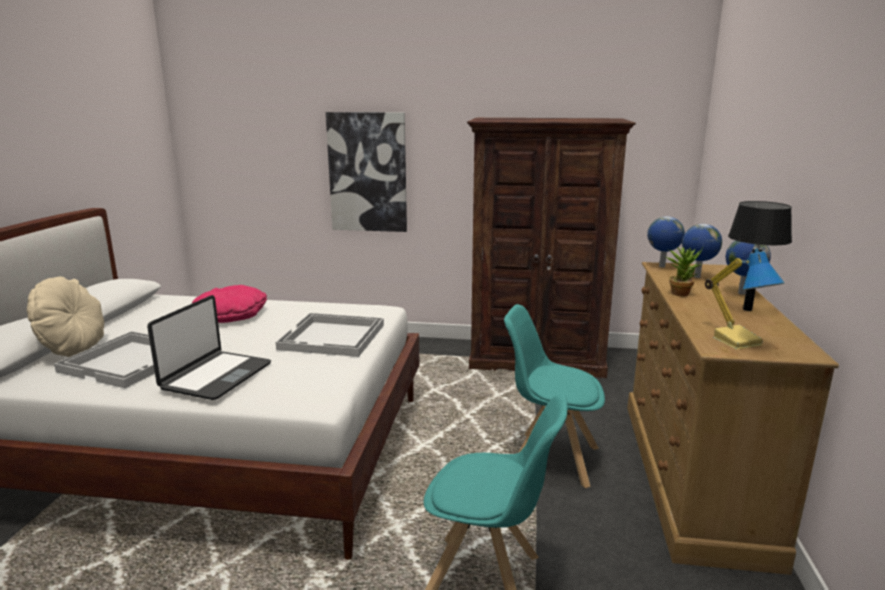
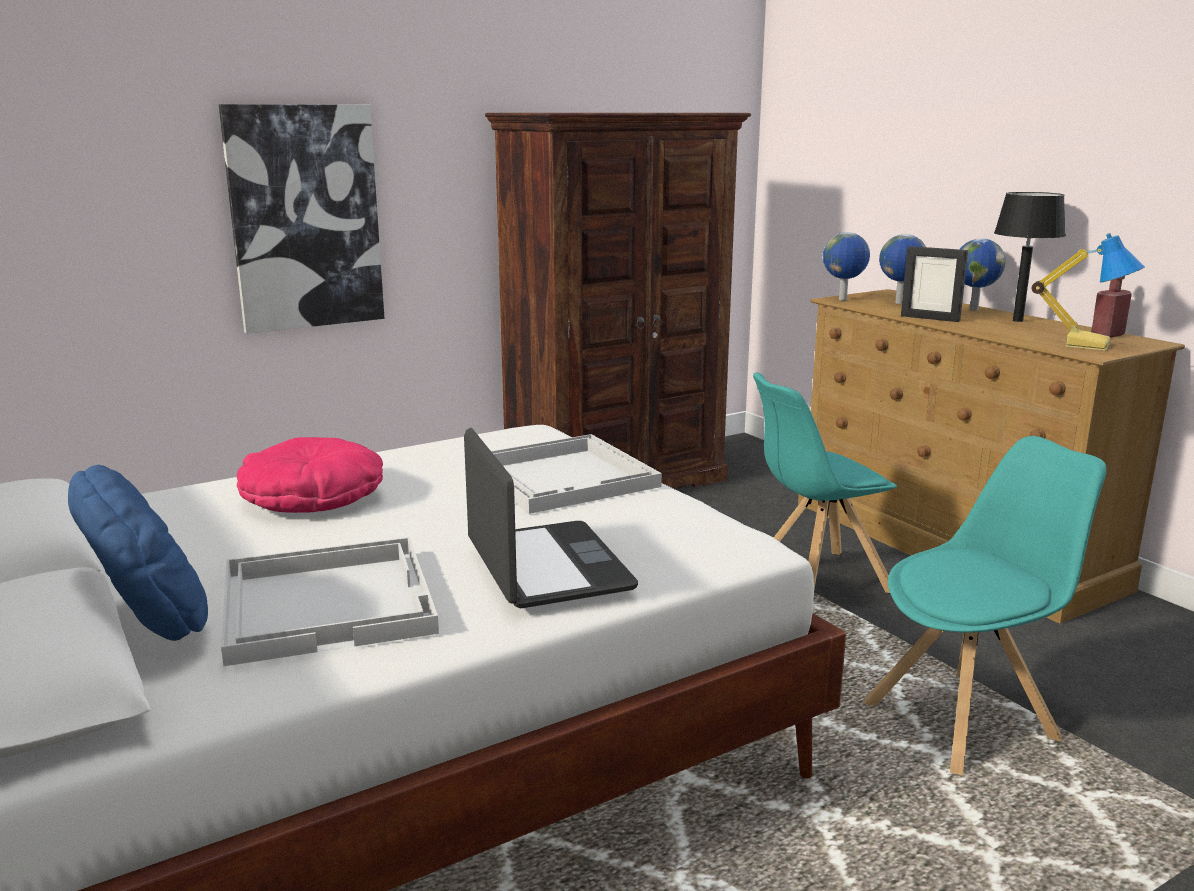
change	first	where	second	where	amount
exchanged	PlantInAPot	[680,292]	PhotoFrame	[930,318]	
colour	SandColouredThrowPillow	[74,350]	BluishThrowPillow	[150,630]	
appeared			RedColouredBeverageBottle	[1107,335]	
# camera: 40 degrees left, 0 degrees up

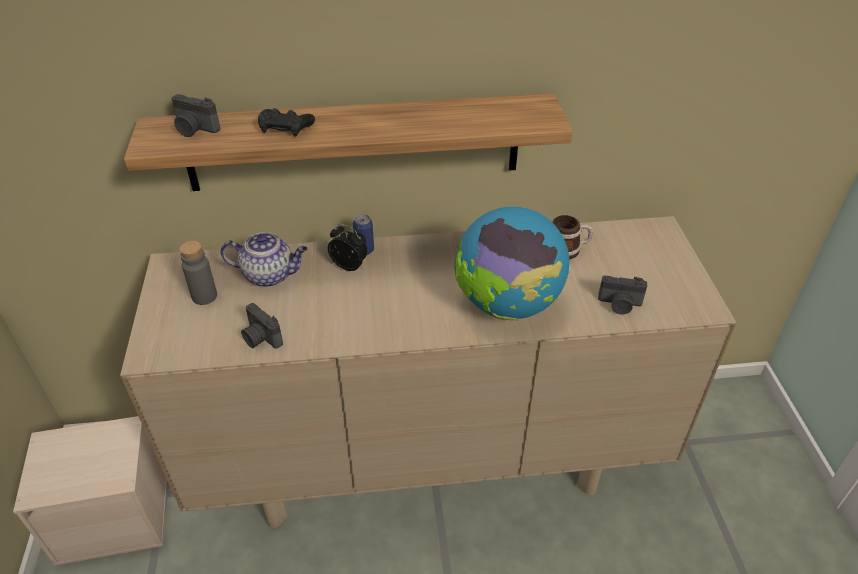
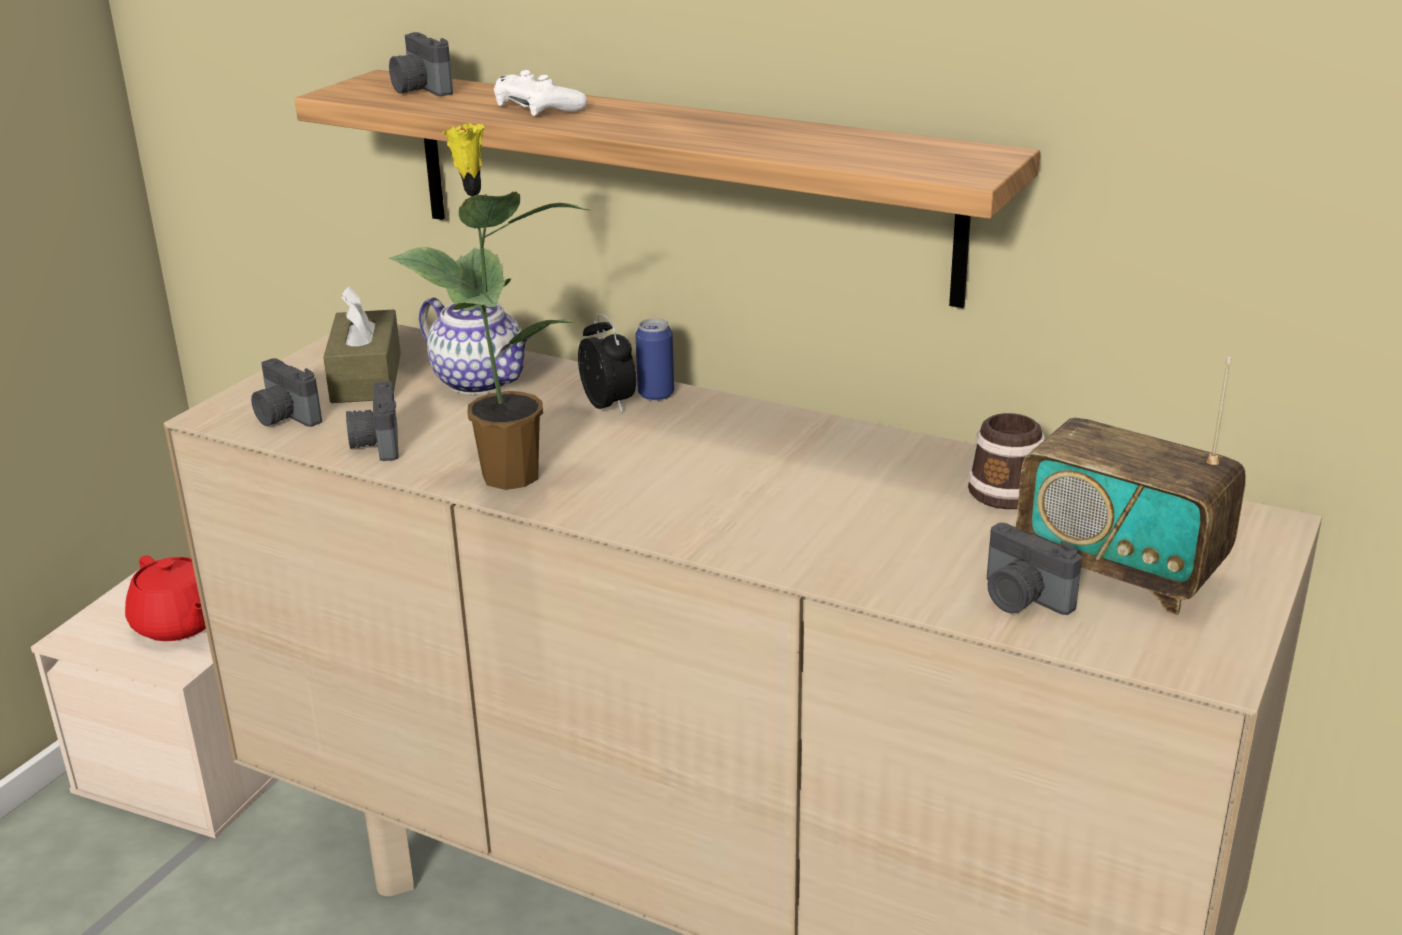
change	first	where	second	where	amount
colour	BlackColouredGamepad	[285,127]	WhiteColouredGamepad	[538,107]	
missing	DeskGlobe	[507,304]			
exchanged	GreyishBeverageBottle	[204,296]	BrownColouredTissueHolder	[366,377]	
appeared			PlantInAPot	[507,474]	
appeared			RadioSet	[1119,571]	
appeared			PhotoCamera	[284,417]	
appeared			RedColouredPotForTea	[179,625]	
# camera: 35 degrees right, 15 degrees down

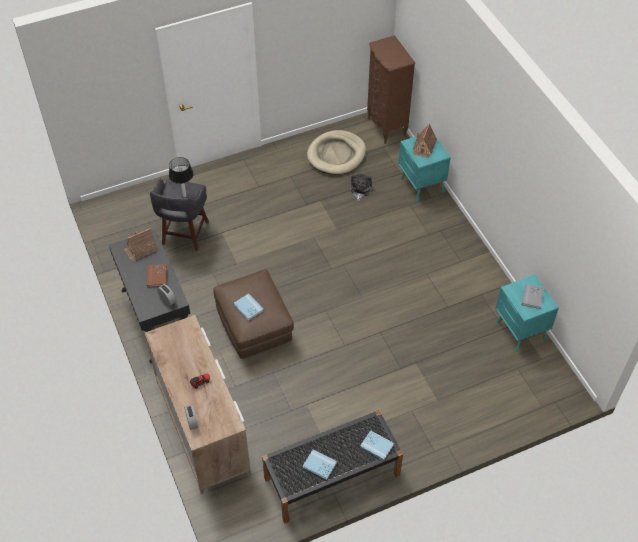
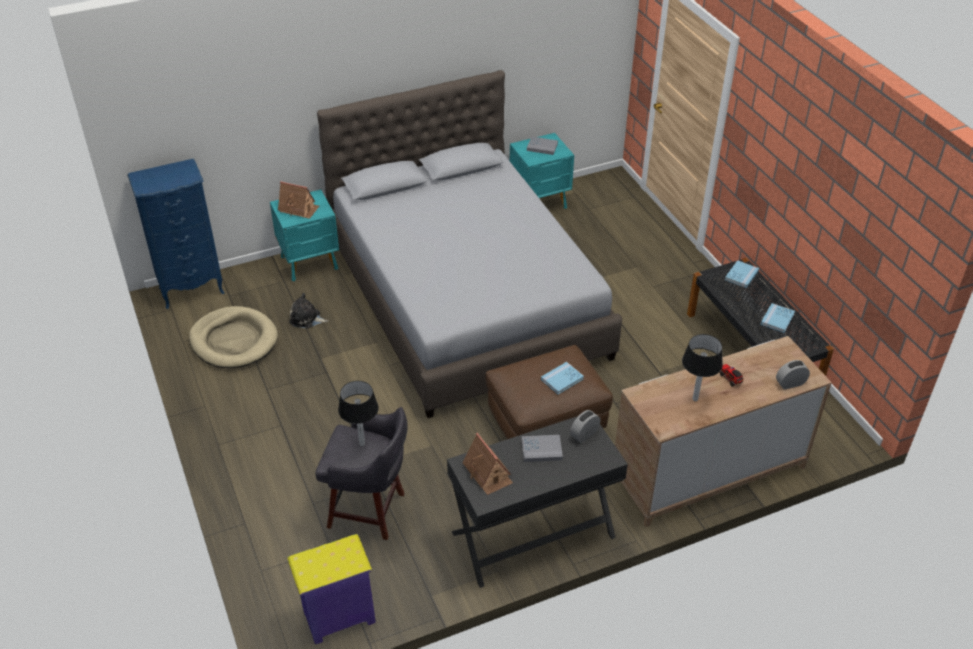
change	first	where	second	where	amount
colour	BrownColouredDresser	[385,128]	BluishDresser	[192,291]	
colour	BrownColouredBoundBook	[157,276]	GreyishBoundBook	[541,449]	
appeared			GreyishSleepingBed	[466,298]	
appeared			TabletopLamp	[695,398]	
appeared			NightTable	[336,616]	
# camera: 90 degrees left, 10 degrees down

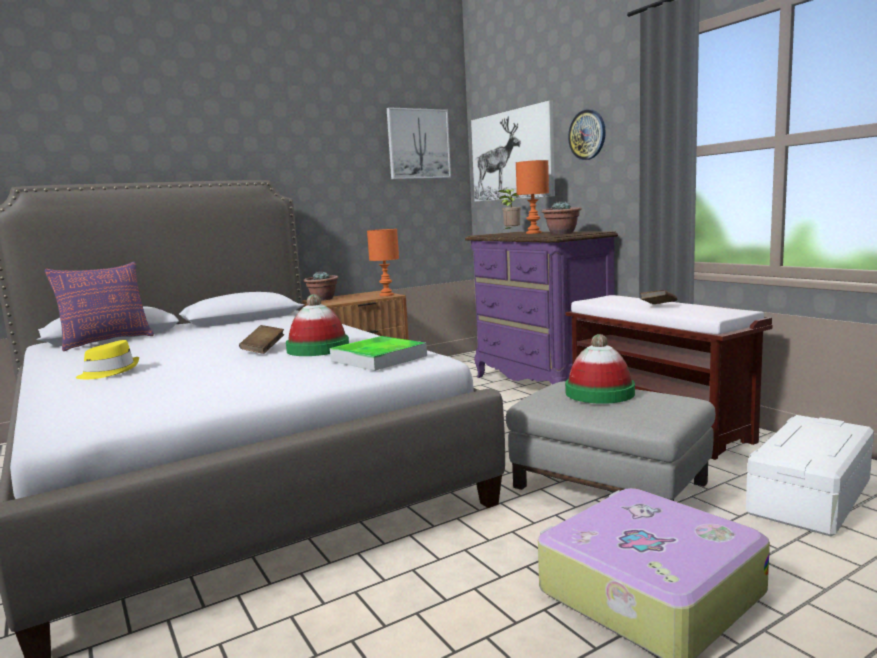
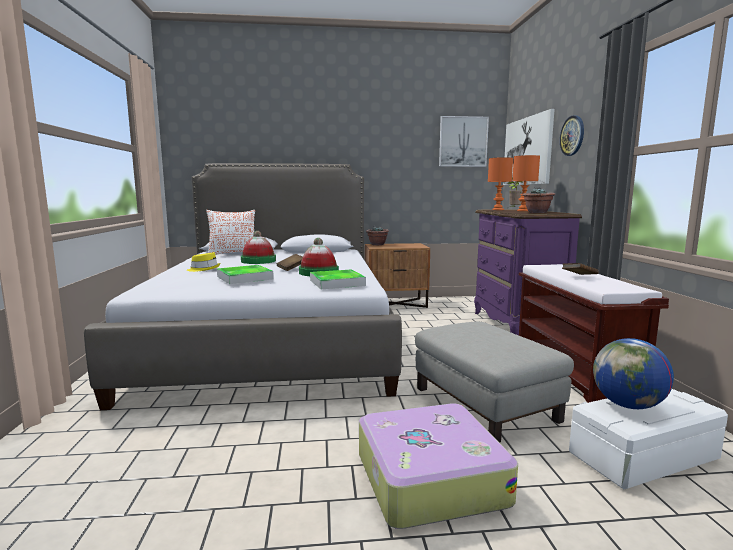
change	first	where	second	where	amount
relocated	OrangeTabletopLamp	[386,295]		[498,209]	
colour	PurpleColouredThrowPillow	[107,342]	WhiteColouredThrowPillow	[233,254]	
relocated	WearableHat	[599,393]		[258,261]	
appeared			ServingTray	[245,278]	
appeared			DeskGlobe	[628,405]	
# camera: 25 degrees right, 0 degrees up

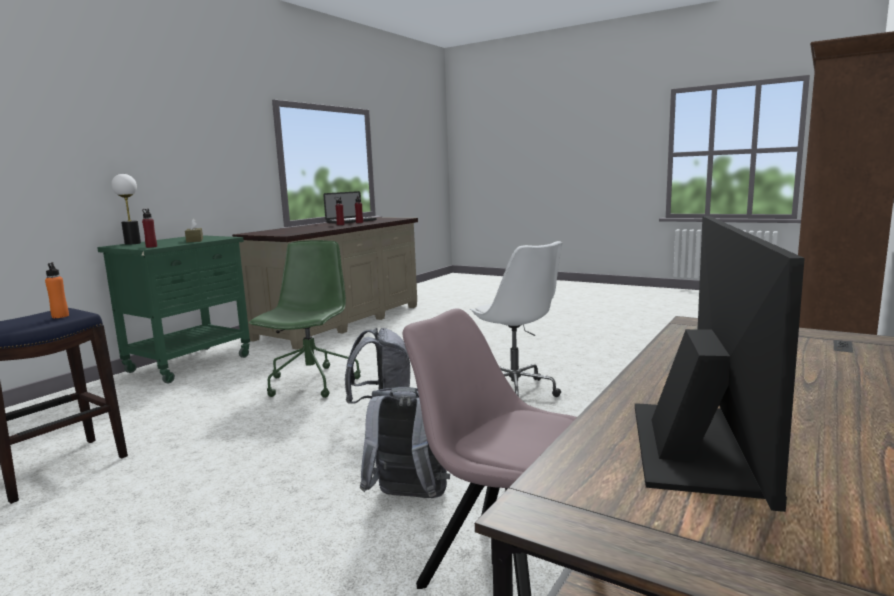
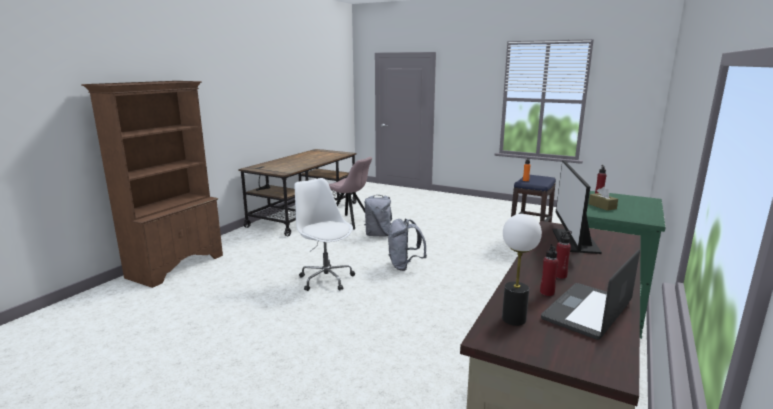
change	first	where	second	where	amount
relocated	TabletopLamp	[133,243]		[513,319]	
relocated	ComputerDisplay	[698,446]		[573,241]	
missing	GreenColouredOfficeChair	[310,385]			
# camera: 175 degrees right, 5 degrees up

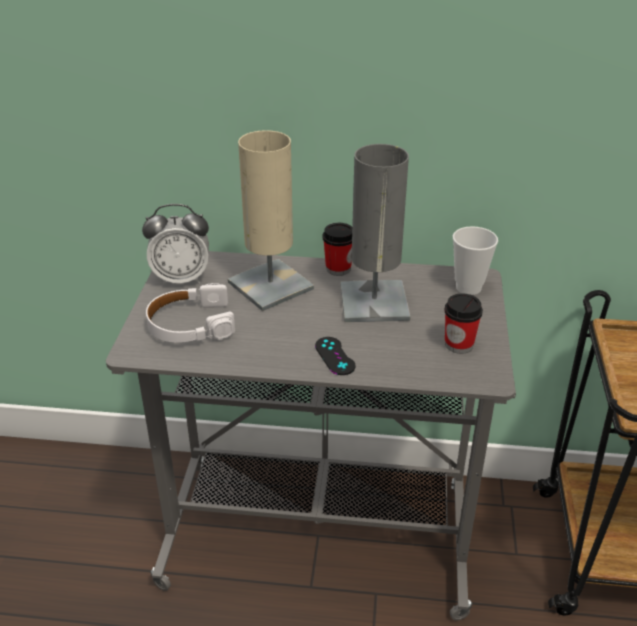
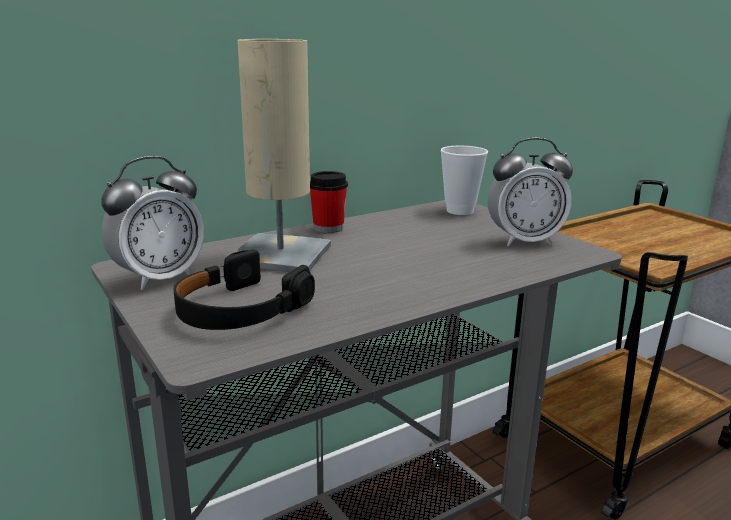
change	first	where	second	where	amount
missing	GreyishTabletopLamp	[374,302]			
colour	WhiteColouredHeadset	[190,325]	BlackColouredHeadset	[239,309]	
exchanged	SmallCup	[458,344]	AlarmClock	[524,241]	
missing	BlackColouredGamepad	[335,356]			
# camera: 40 degrees left, 15 degrees down

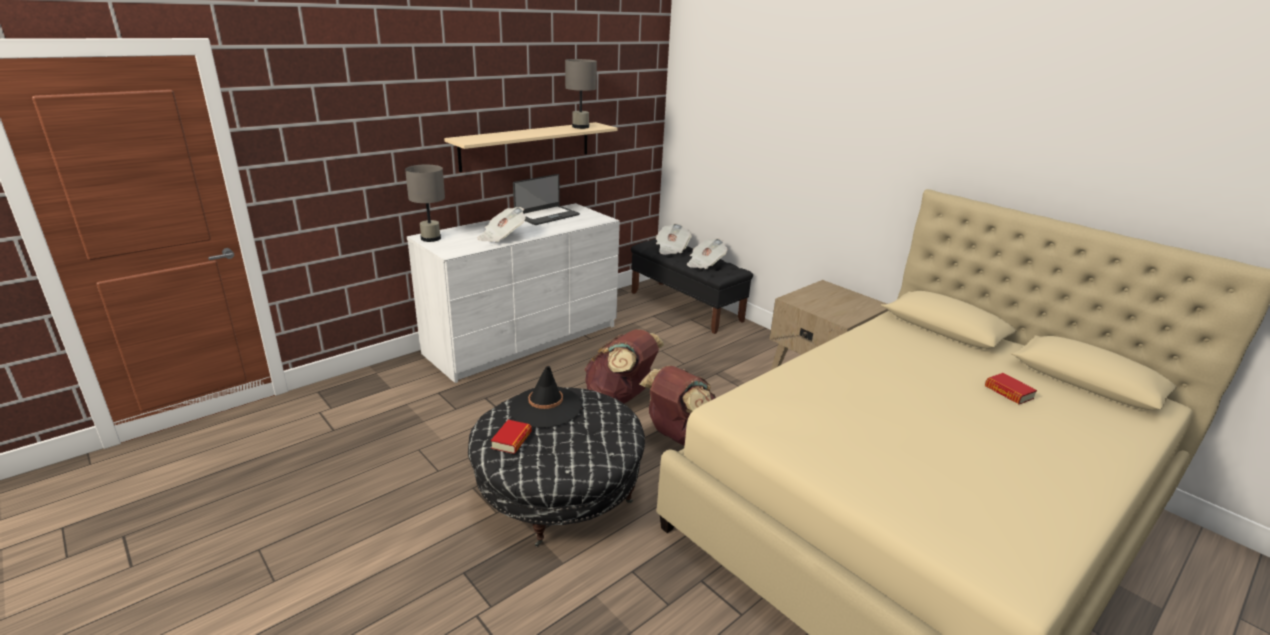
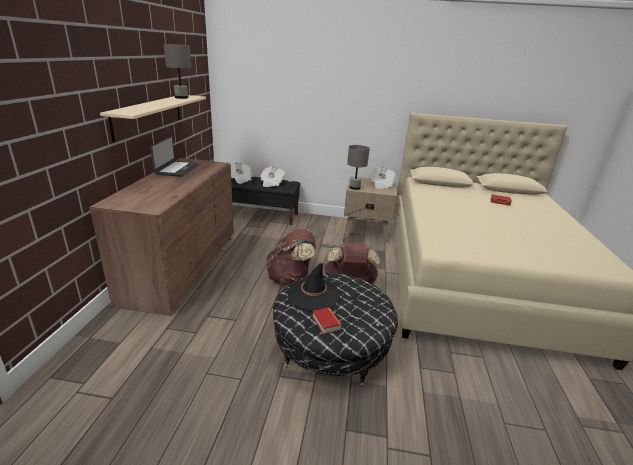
change	first	where	second	where	amount
relocated	GreyishTabletopLamp	[431,238]		[354,187]	
colour	WhiteColouredDresser	[523,339]	BrownColouredDresser	[181,268]	
relocated	DailyPaper	[502,237]		[381,184]	
# camera: 40 degrees left, 0 degrees up

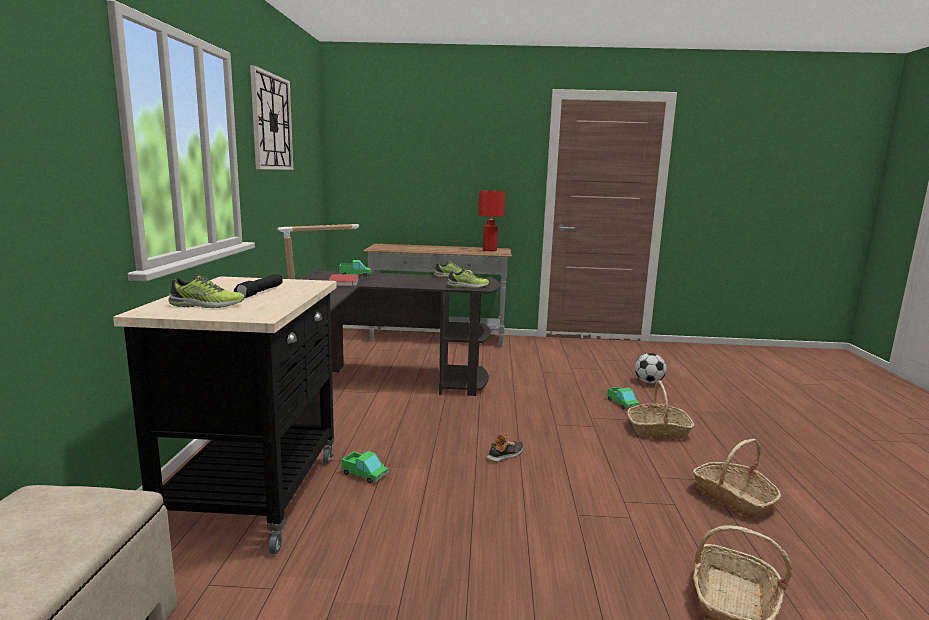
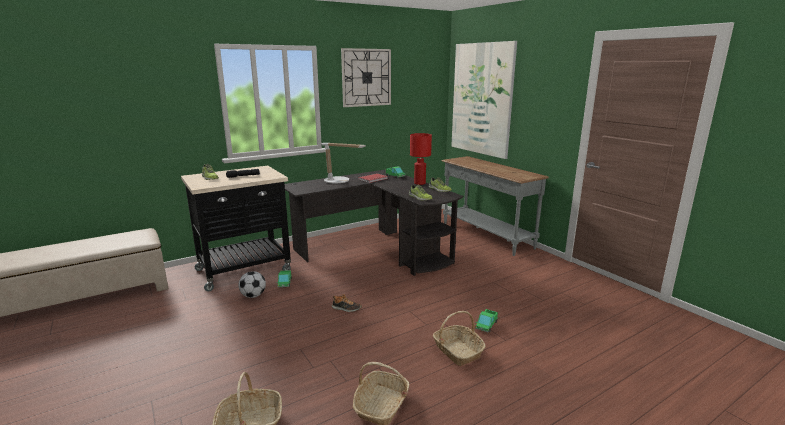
change	first	where	second	where	amount
relocated	RedColouredTabletopLamp	[489,250]		[419,183]	
relocated	Football	[648,382]		[253,296]	
appeared			WallArt	[482,99]	
# camera: 55 degrees right, 5 degrees up

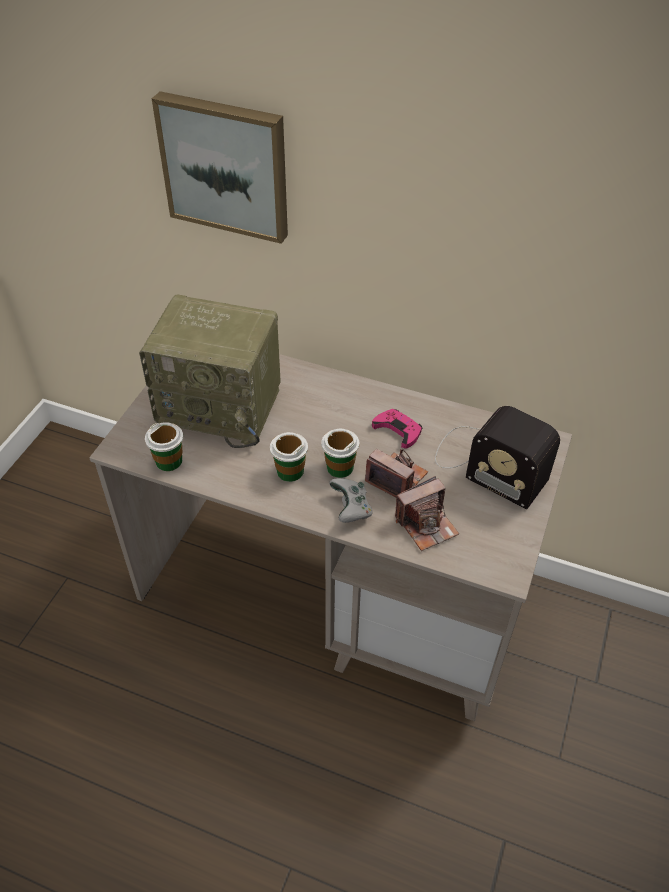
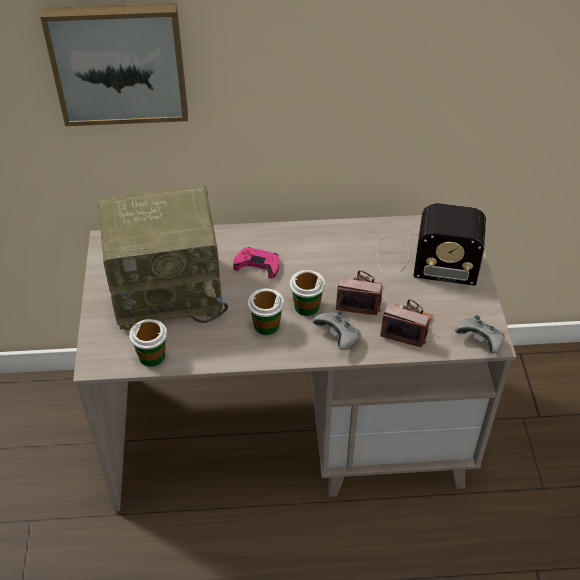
change	first	where	second	where	amount
relocated	PinkishGamepad	[398,430]		[257,265]	
spun	PhotoCamera	[426,525]		[406,327]	105 degrees counterclockwise
appeared			GreyishGamepad	[480,342]	
# camera: 25 degrees left, 0 degrees up

